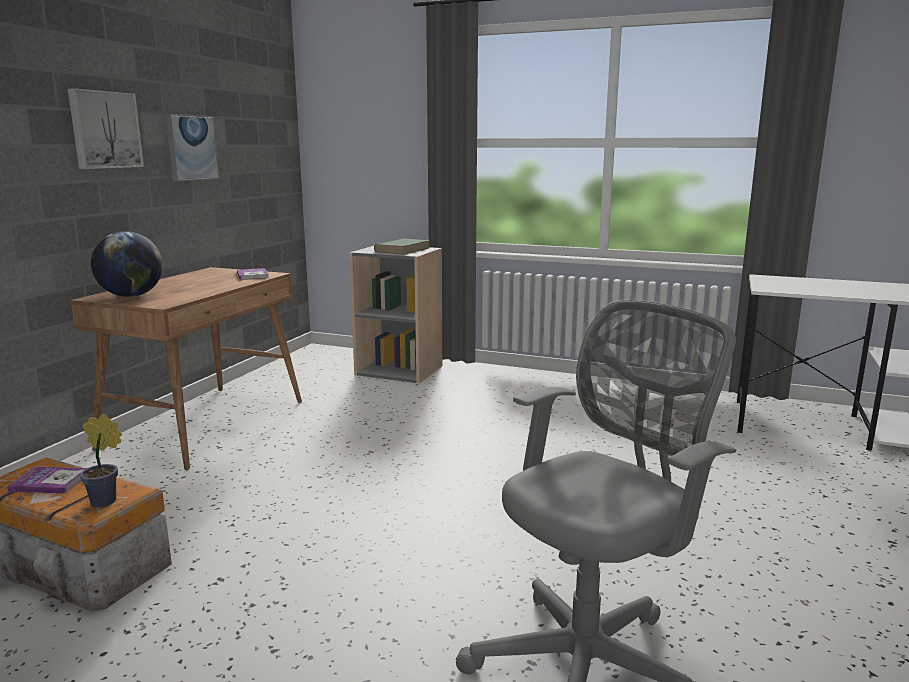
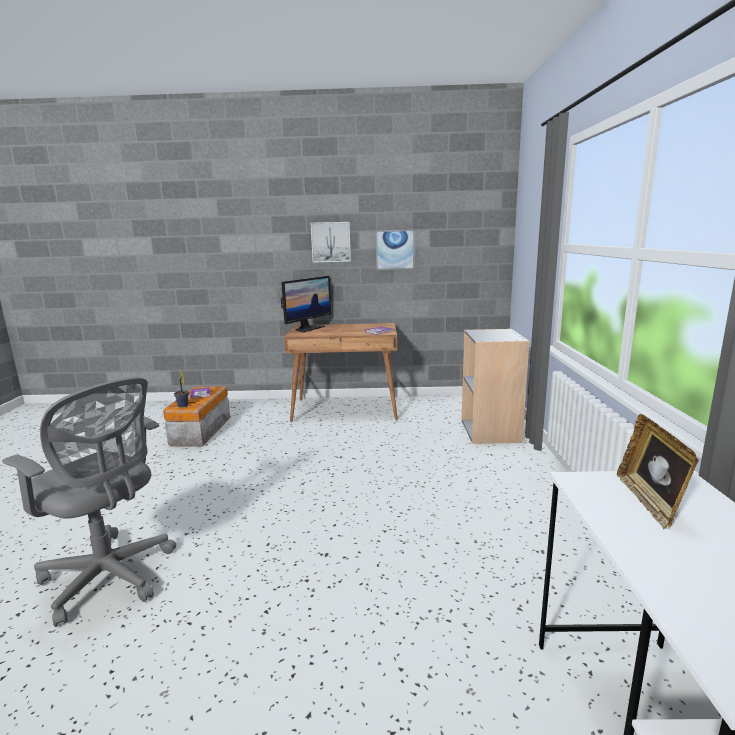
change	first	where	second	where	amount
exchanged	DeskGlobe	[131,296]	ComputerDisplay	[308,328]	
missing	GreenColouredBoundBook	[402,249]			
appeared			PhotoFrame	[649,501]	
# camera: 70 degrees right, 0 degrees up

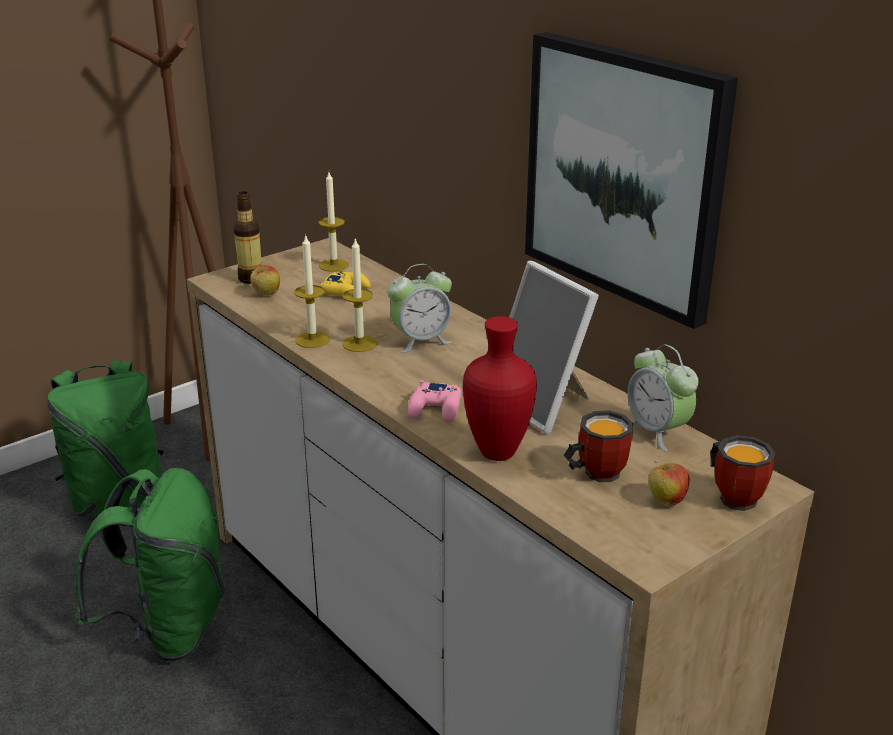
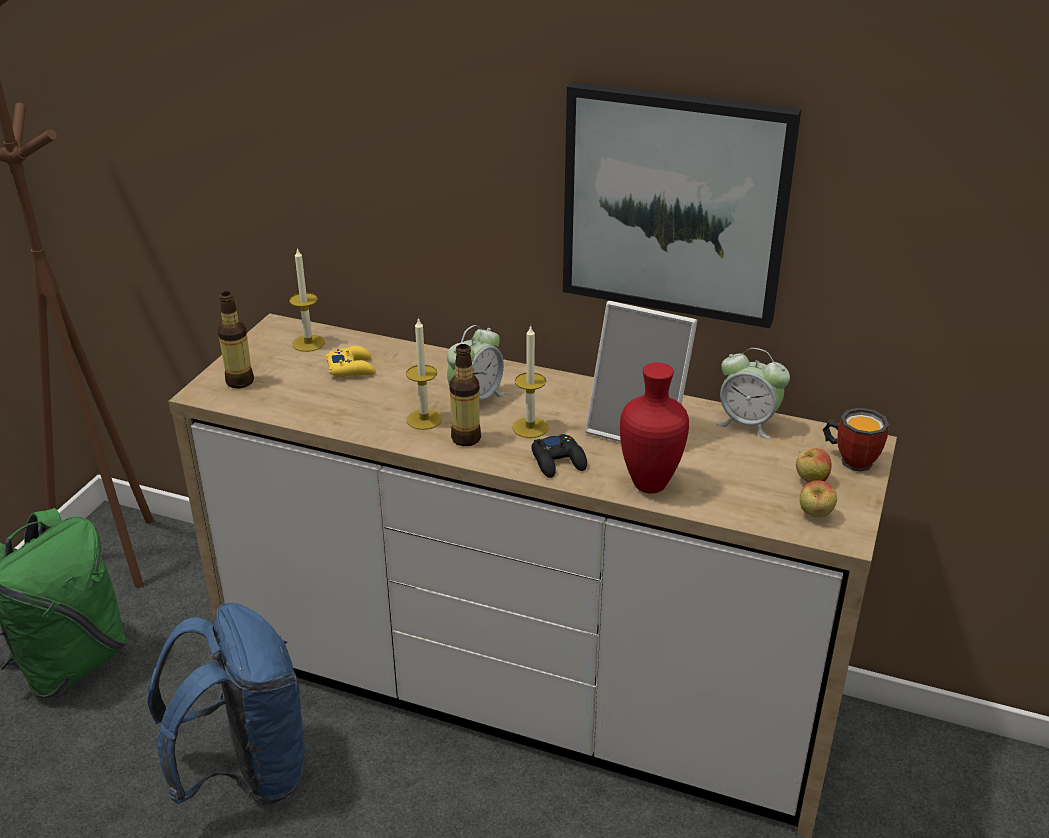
change	first	where	second	where	amount
relocated	WaxCandle	[312,339]		[530,427]	
relocated	WholeApple	[266,294]		[815,515]	
colour	PinkishGamepad	[436,408]	BlackColouredGamepad	[558,461]	
missing	TeaMug	[594,472]			
colour	GreenColouredKnapsack	[168,629]	BluishKnapsack	[246,772]	
appeared			BeverageBottle	[466,438]	
# camera: 30 degrees left, 5 degrees up

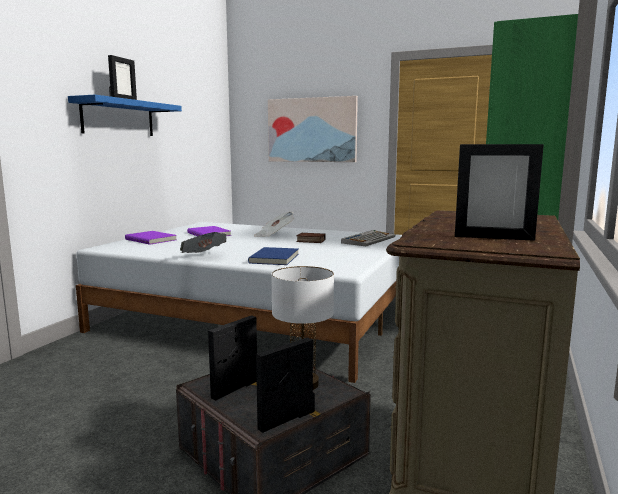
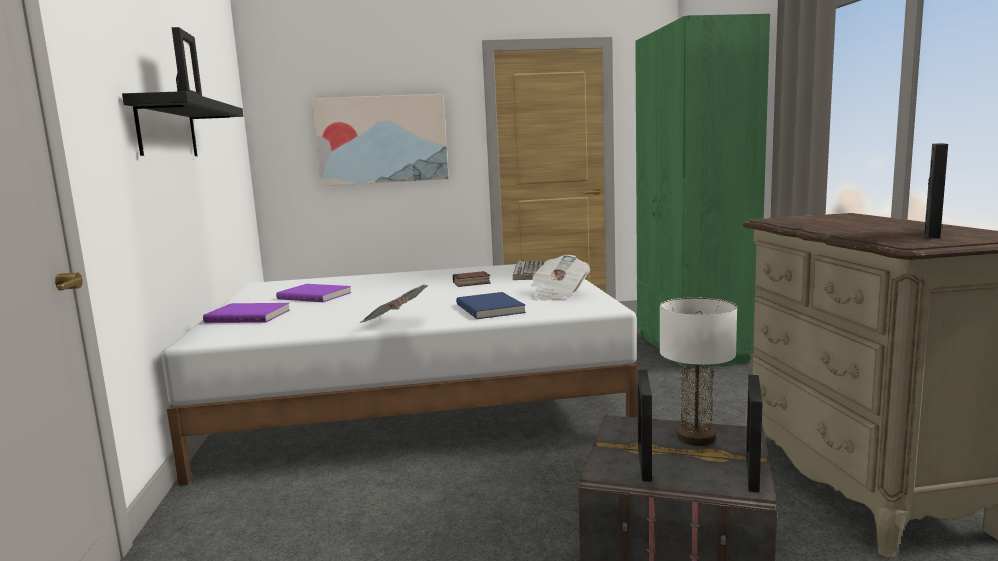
change	first	where	second	where	amount
colour	BluishShelf	[118,118]	BlackColouredShelf	[167,129]	
spun	PhotoFrame	[493,237]		[930,233]	45 degrees counterclockwise
relocated	DailyPaper	[274,235]		[558,294]	
# camera: 30 degrees left, 0 degrees up

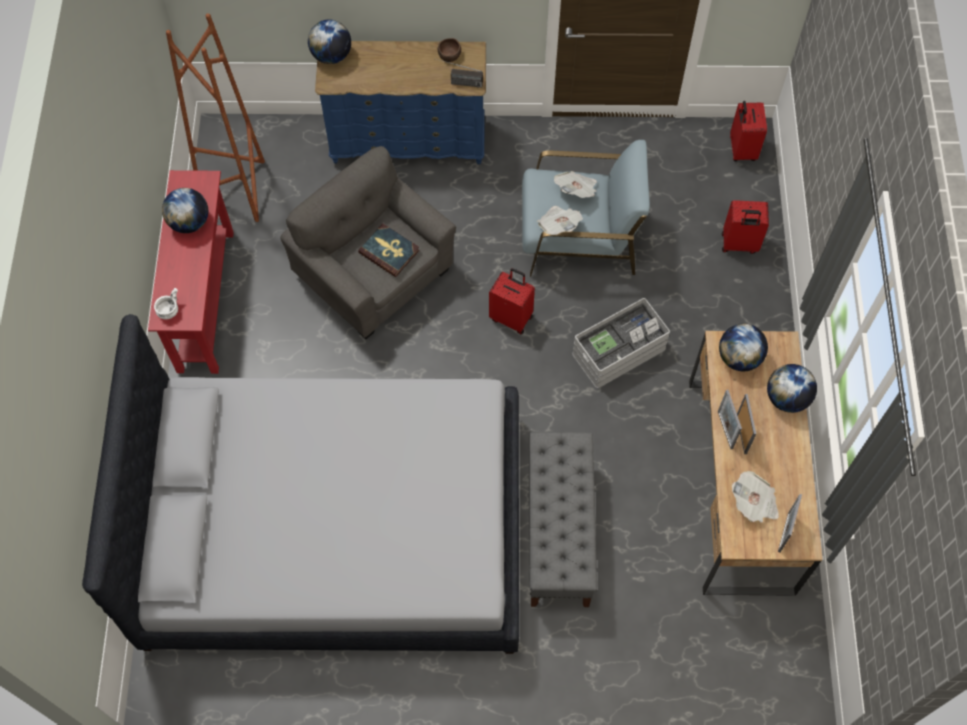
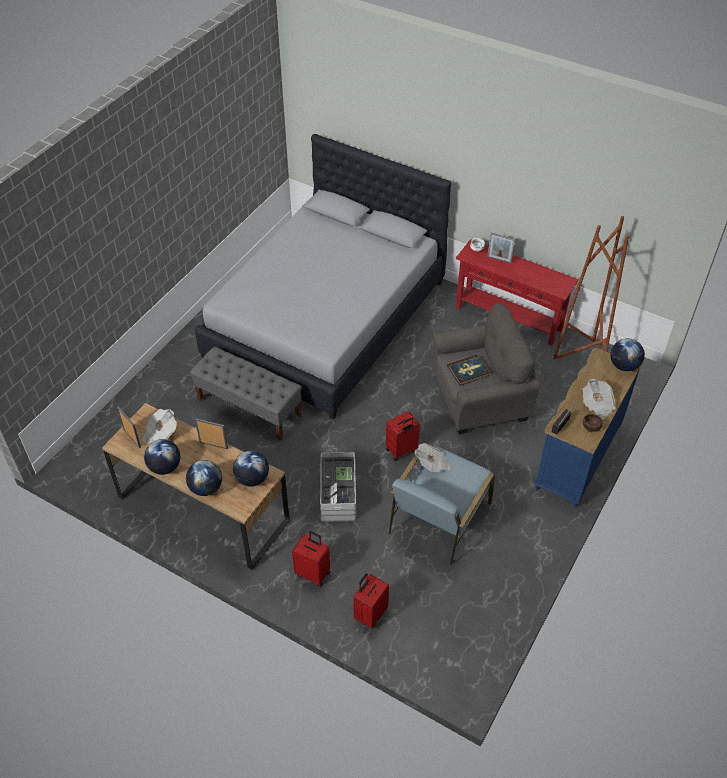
change	first	where	second	where	amount
relocated	RedColouredPieceOfLuggage	[741,149]		[313,573]	
relocated	DailyPaper	[576,191]		[597,405]	
relocated	DeskGlobe	[189,222]		[165,467]	
relocated	PhotoFrame	[741,434]		[499,259]	
# camera: 120 degrees right, 15 degrees down

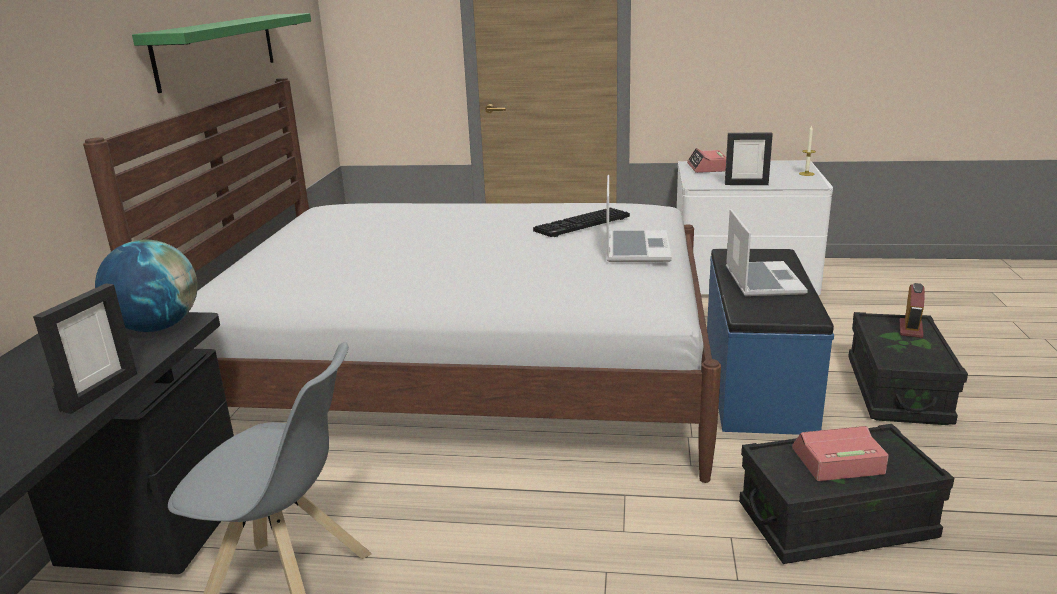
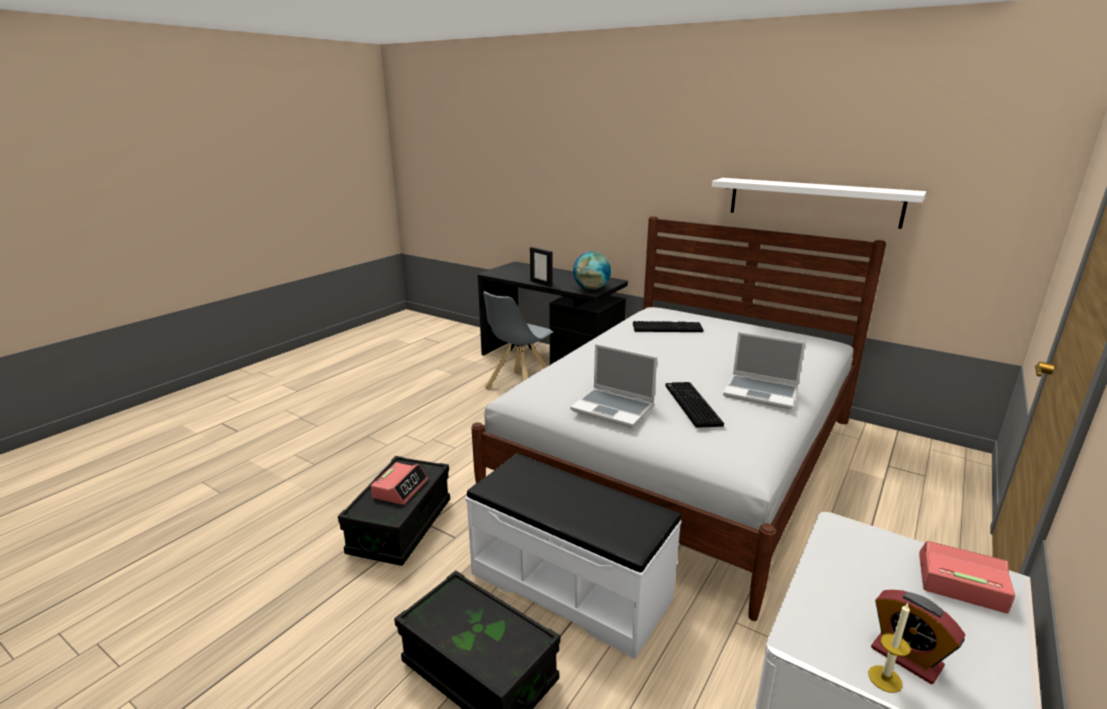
change	first	where	second	where	amount
colour	GreenColouredShelf	[217,49]	WhiteColouredShelf	[813,202]	
missing	PhotoFrame	[746,184]			
relocated	NotebookComputer	[762,280]		[761,393]	
colour	BluishLongSeat	[755,381]	WhiteColouredLongSeat	[570,585]	
relocated	AlarmClock	[910,329]		[906,657]	
appeared			Keyboard	[667,328]	
# camera: 115 degrees right, 0 degrees up

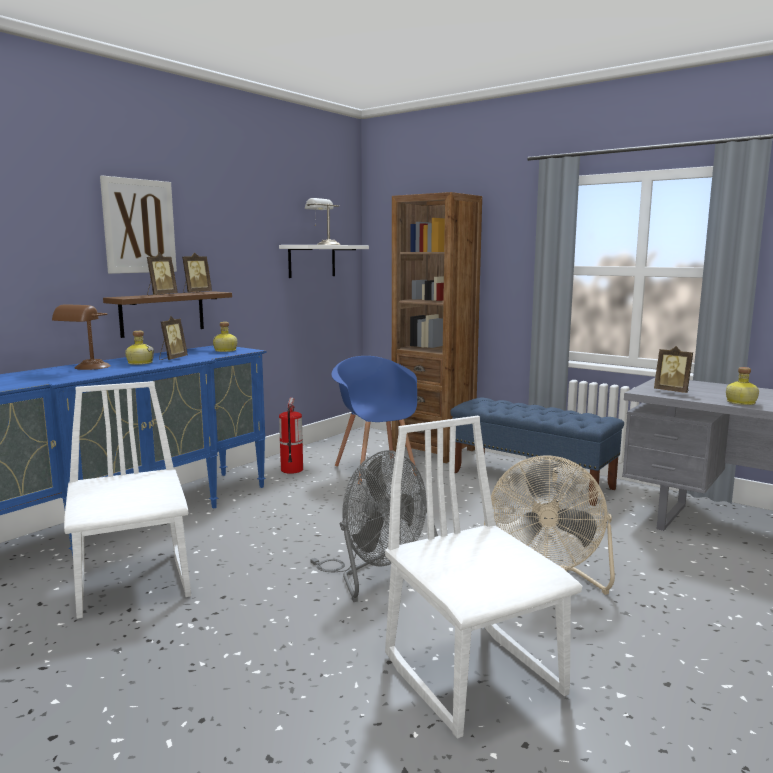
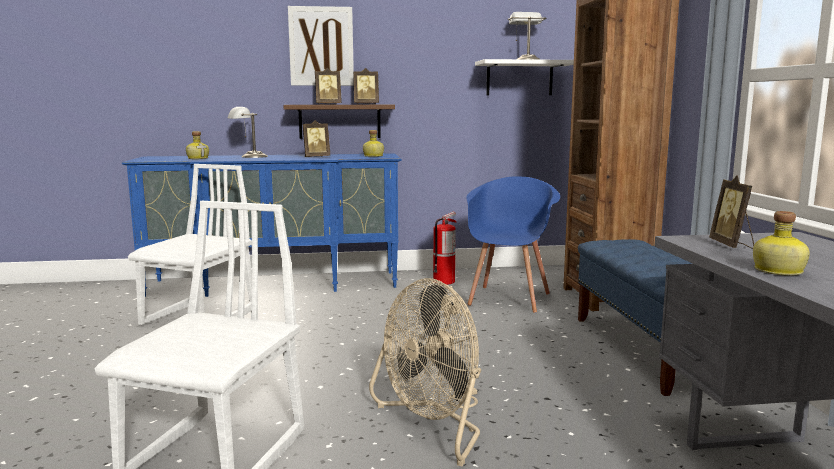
change	first	where	second	where	amount
colour	BrownColouredTabletopLamp	[88,368]	WhiteColouredTabletopLamp	[249,157]	
relocated	BeverageBottle	[140,363]		[198,158]	
missing	GreyishElectricFan	[374,572]			
# camera: 45 degrees right, 0 degrees up

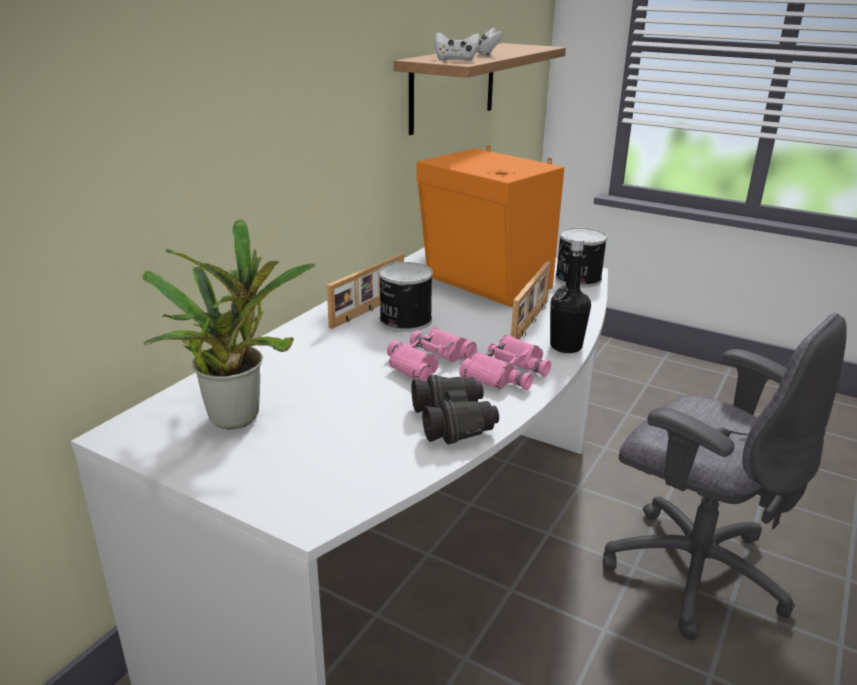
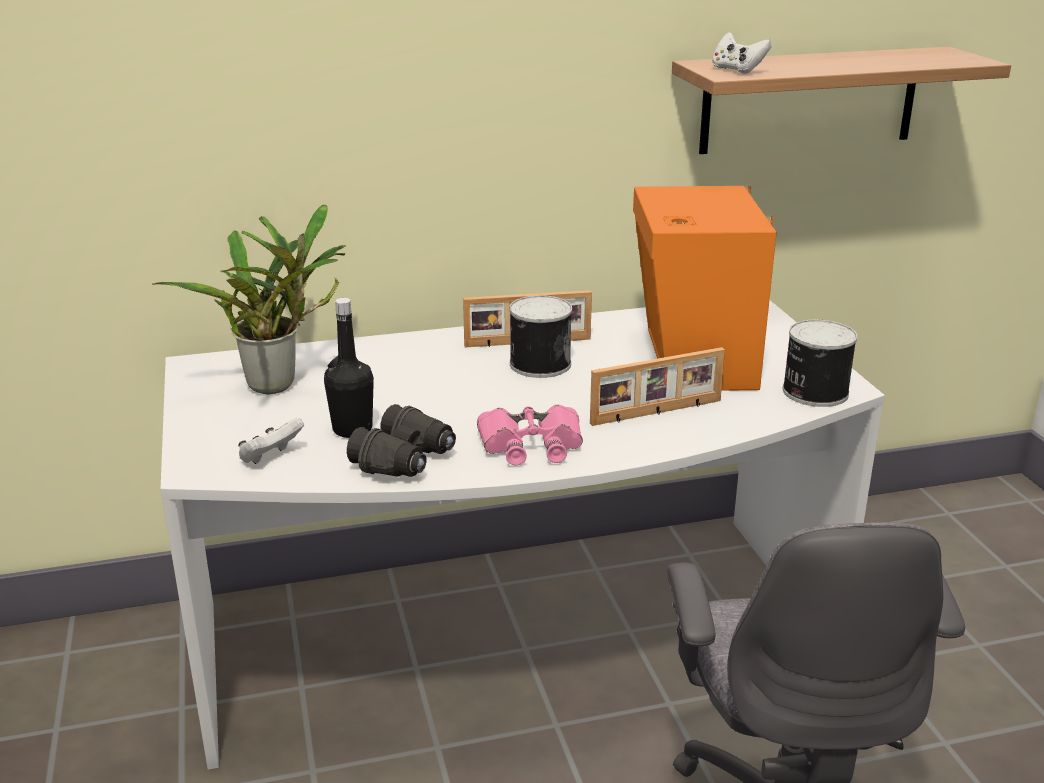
change	first	where	second	where	amount
relocated	WhiteColouredGamepad	[487,54]		[270,457]	
relocated	BlackColouredBeverageBottle	[566,346]		[352,429]	
missing	PinkishFieldGlasses	[428,362]			
# camera: 45 degrees right, 0 degrees up

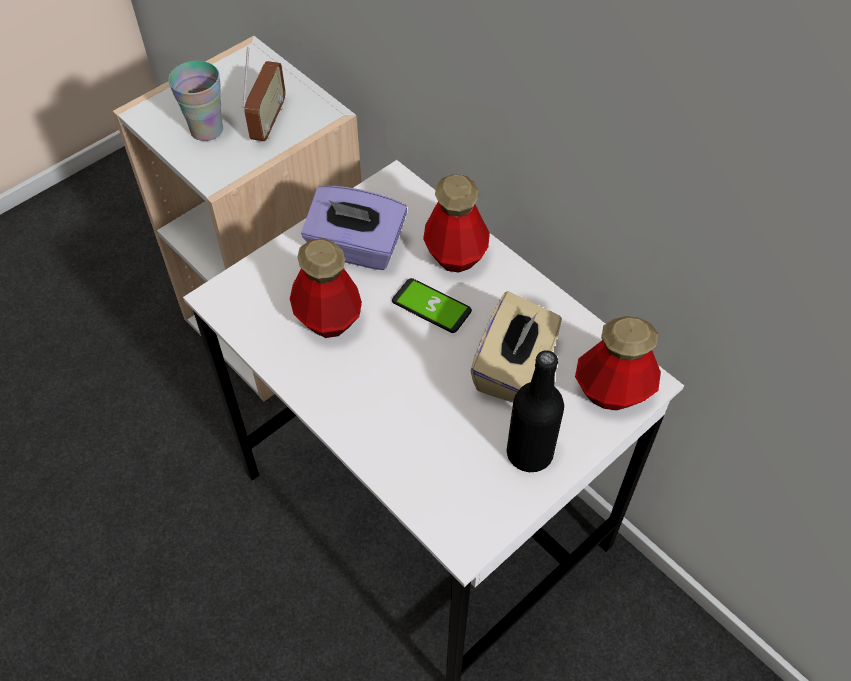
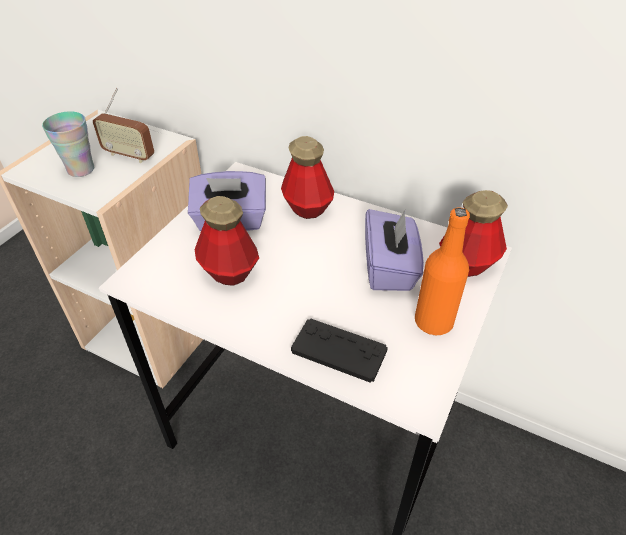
change	first	where	second	where	amount
spun	RadioSet	[268,122]		[129,155]	120 degrees clockwise
missing	Phone	[431,306]			
colour	SandColouredTissueHolder	[514,369]	PurpleColouredTissueHolder	[389,268]	
colour	BlackColouredBeverageBottle	[529,453]	OrangeBeverageBottle	[433,322]	
appeared			BlackColouredGamepad	[339,351]	
# camera: 20 degrees left, 10 degrees down

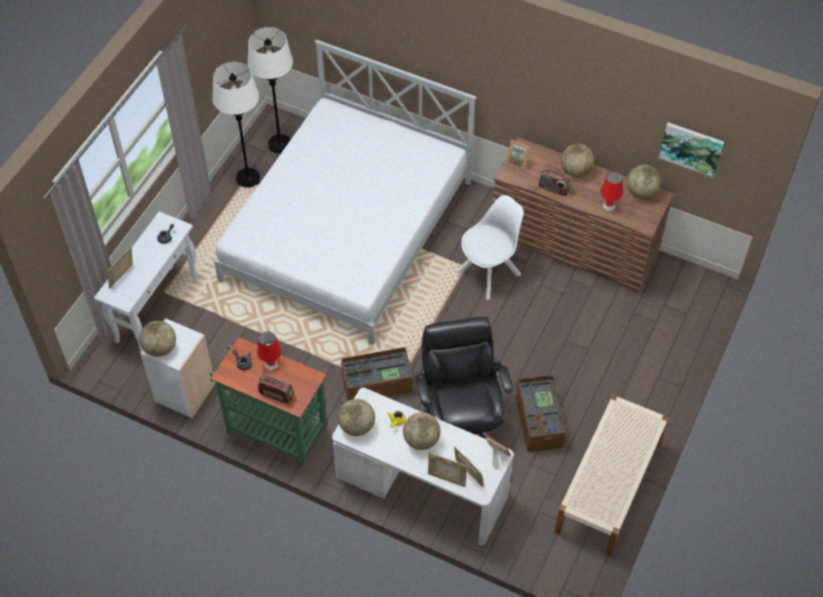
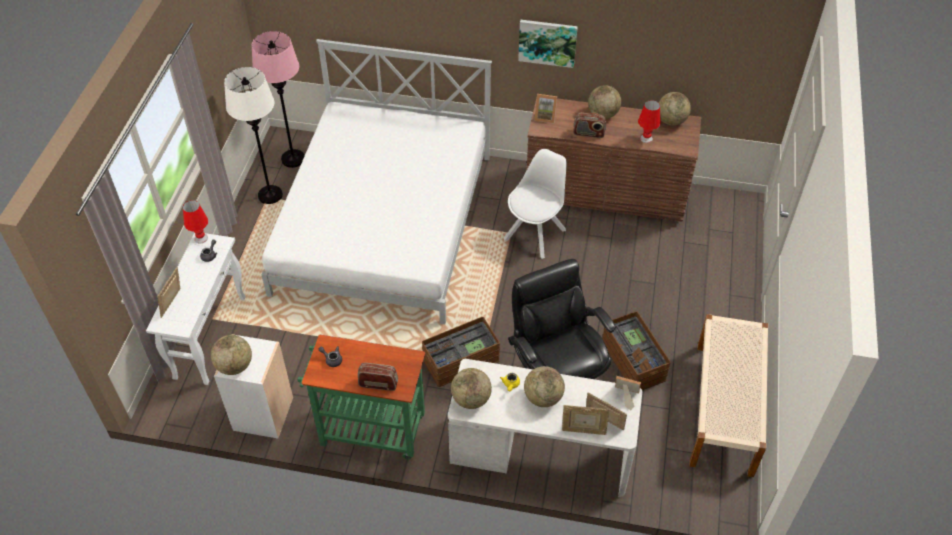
change	first	where	second	where	amount
colour	WhiteColouredStandardLamp	[280,144]	PinkishStandardLamp	[293,159]	
relocated	WallArt	[691,148]		[547,42]	
relocated	RedColouredTabletopLamp	[271,364]		[201,238]	
# camera: 15 degrees left, 5 degrees down

